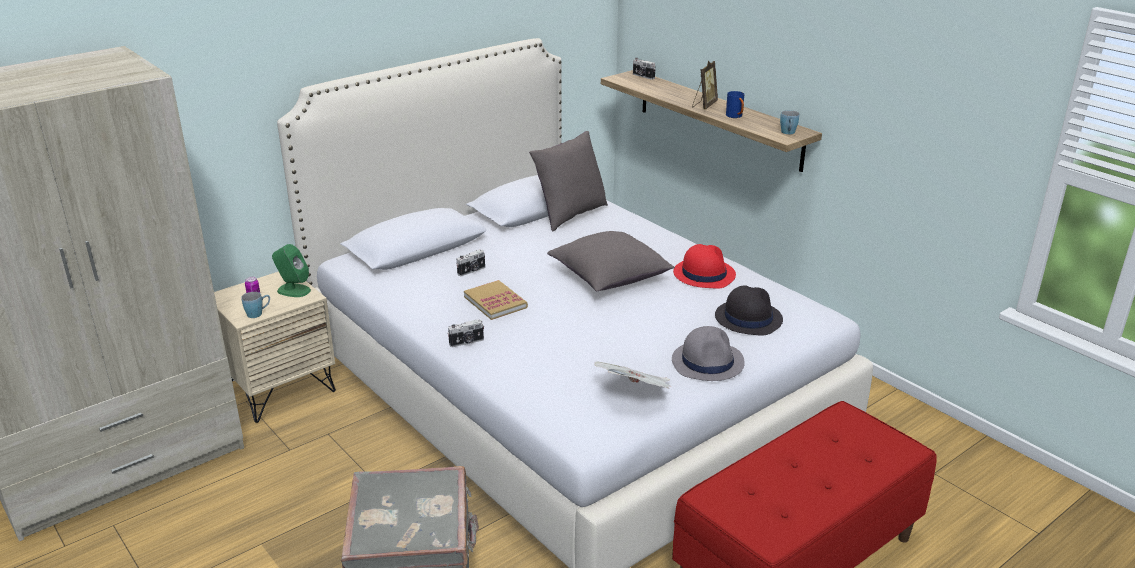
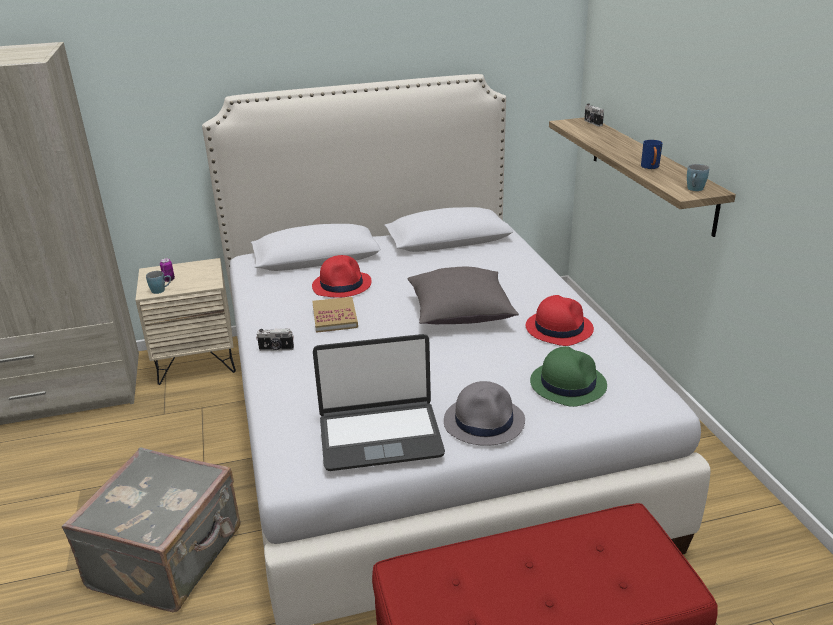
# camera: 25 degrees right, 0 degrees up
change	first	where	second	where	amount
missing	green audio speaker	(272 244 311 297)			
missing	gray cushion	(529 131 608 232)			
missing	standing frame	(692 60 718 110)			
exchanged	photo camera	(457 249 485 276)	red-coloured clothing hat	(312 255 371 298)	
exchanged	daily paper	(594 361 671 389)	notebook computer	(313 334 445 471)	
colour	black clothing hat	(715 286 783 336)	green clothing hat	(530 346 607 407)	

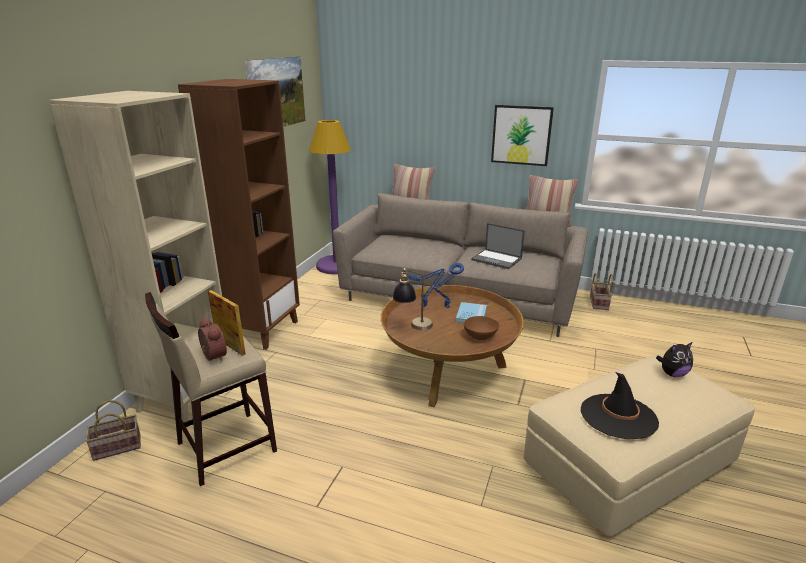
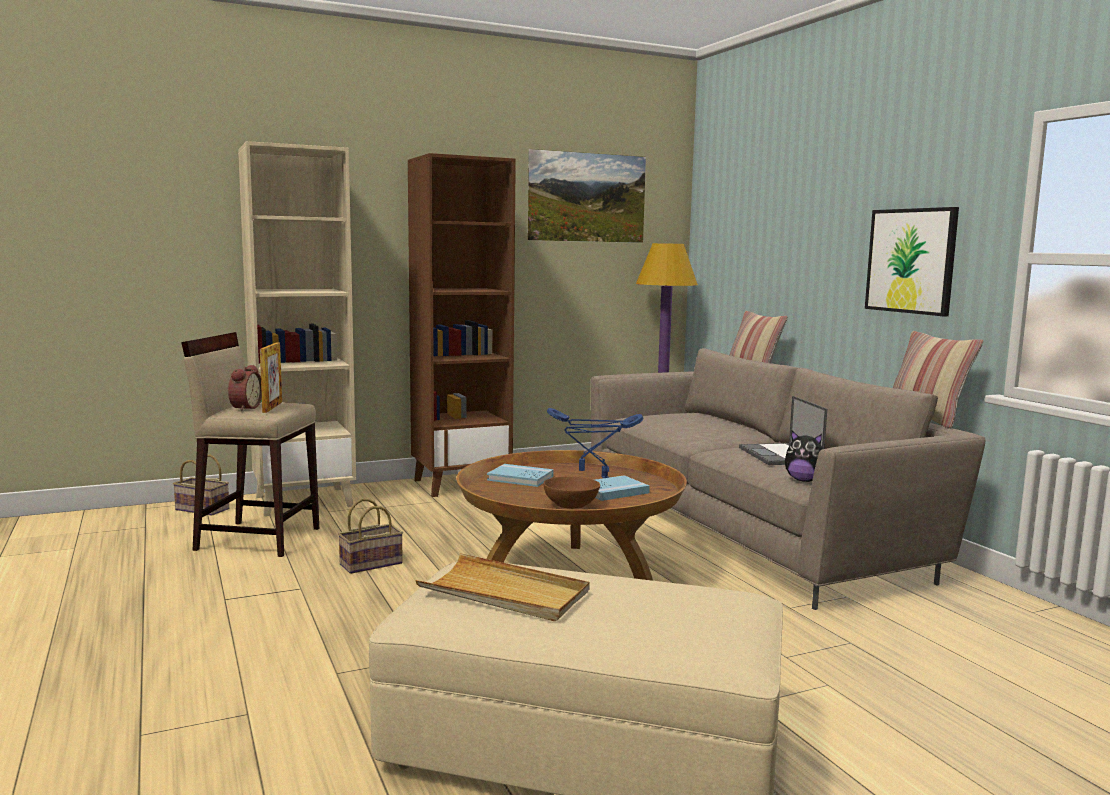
# camera: 45 degrees right, 15 degrees down
change	first	where	second	where	amount
relocated	basket	(590 273 613 310)		(338 499 403 574)	
relocated	plush toy	(656 342 693 377)		(785 431 822 482)	
exchanged	lamp for a table	(393 268 433 330)	blue-coloured volume	(487 464 553 487)	
exchanged	black clothing hat	(581 372 659 439)	beige tray	(415 553 590 621)	

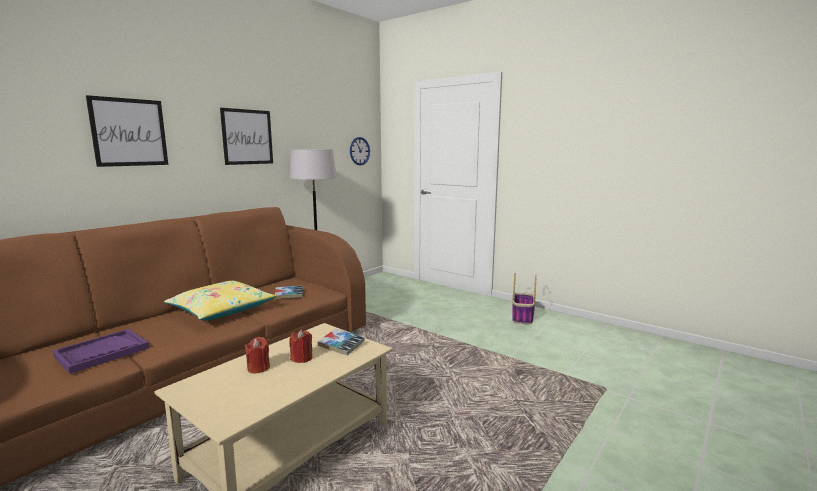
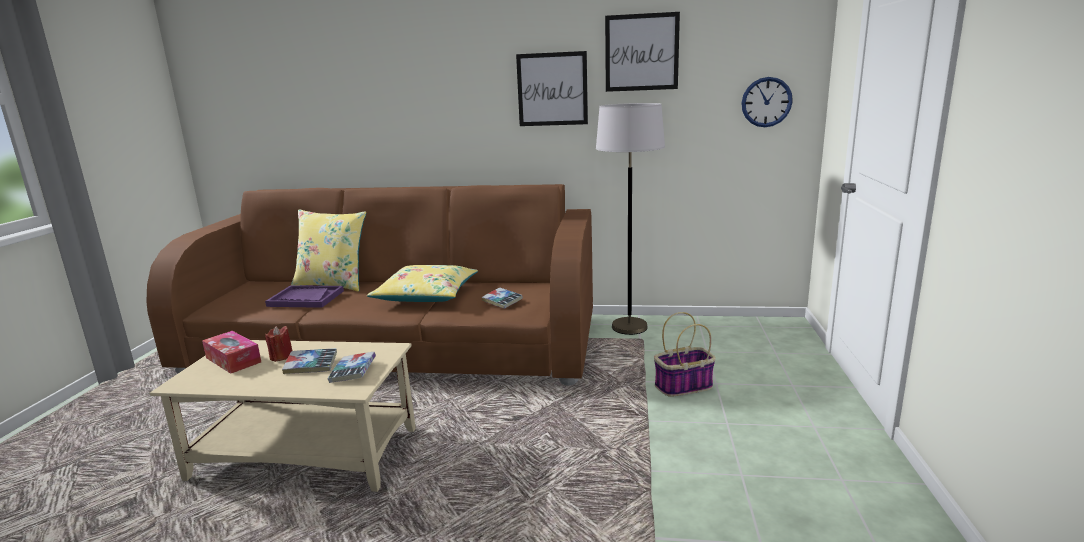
# camera: 60 degrees right, 5 degrees up
change	first	where	second	where	amount
appeared			box of tissues	(202 331 261 374)	
appeared			yellowish cushion	(291 209 366 291)	
relocated	picture	(86 95 168 167)		(605 12 680 92)	
relocated	basket	(512 273 536 324)		(654 312 716 397)	
exchanged	red-coloured wax light	(289 330 312 363)	volume	(282 348 337 374)	

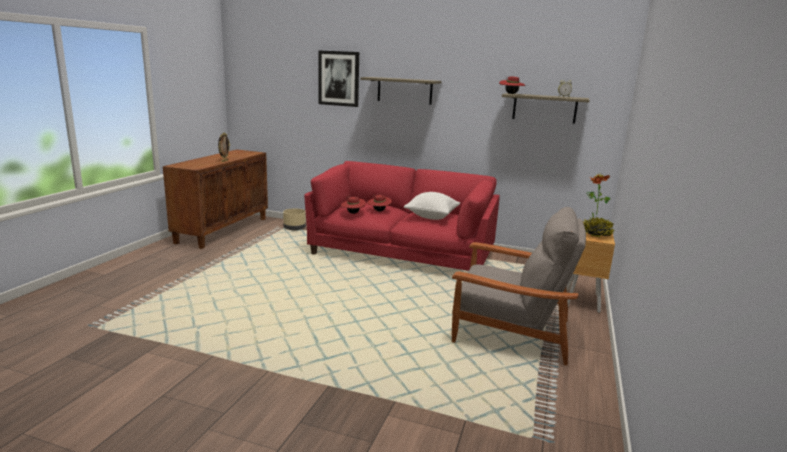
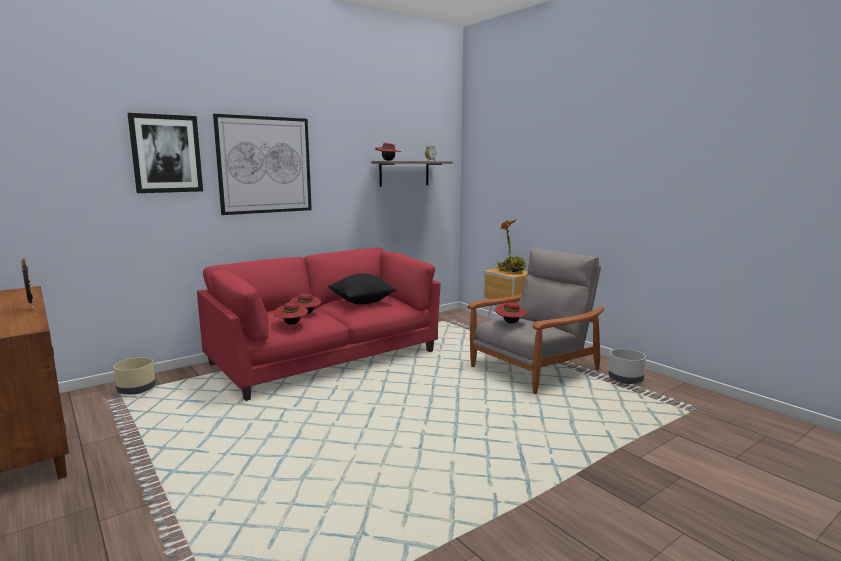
# camera: 55 degrees left, 5 degrees down
change	first	where	second	where	amount
appeared			red-coloured clothing hat	(495 302 527 324)	
appeared			gray planter	(609 349 646 384)	
exchanged	shelf	(360 77 442 105)	picture	(213 114 312 215)	
colour	whitish cushion	(404 192 460 220)	black cushion	(328 273 396 304)	

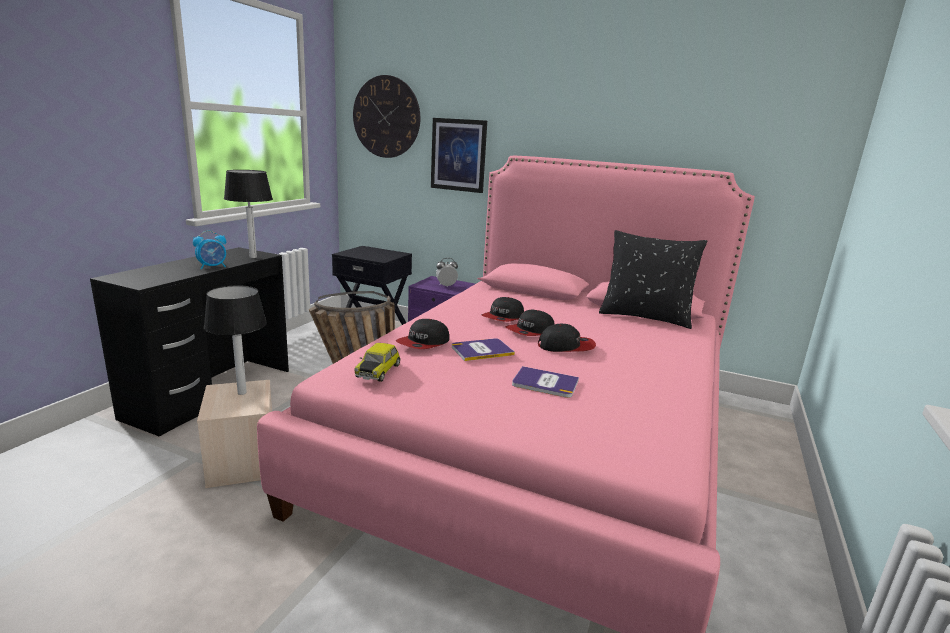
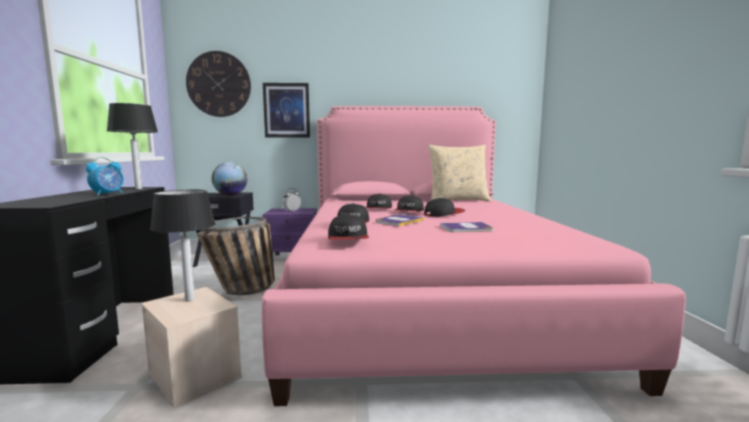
# camera: 25 degrees left, 10 degrees down
change	first	where	second	where	amount
appeared			globe	(212 162 247 196)	
exchanged	toy car	(354 343 401 382)	peaked cap	(328 214 369 240)	
colour	black cushion	(599 230 707 329)	beige cushion	(428 145 491 202)	

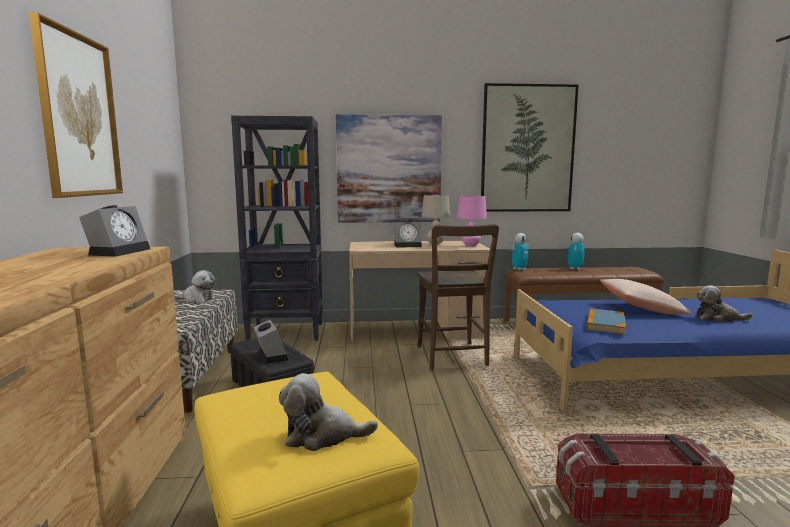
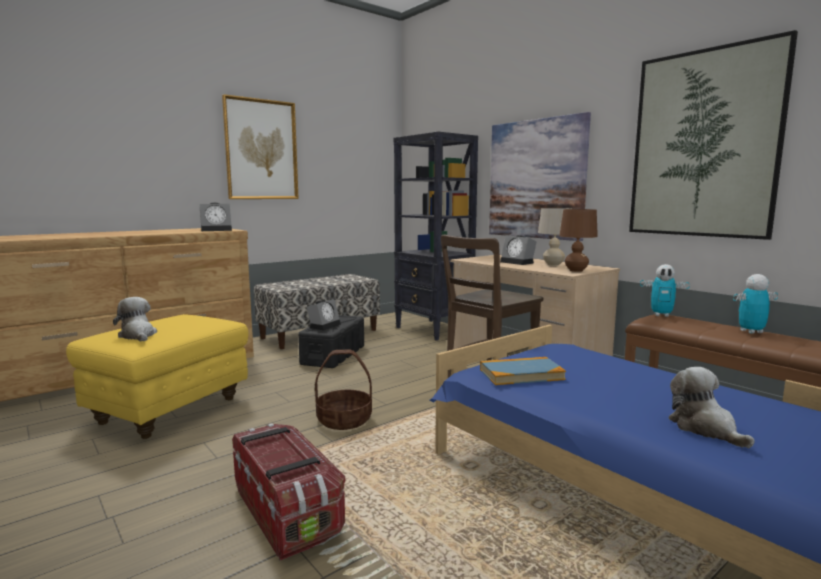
# camera: 55 degrees right, 0 degrees up
change	first	where	second	where	amount
missing	plush toy	(176 270 216 302)			
missing	beige cushion	(600 279 691 314)			
appeared			basket	(315 349 372 430)	
colour	pink lamp for a table	(457 196 487 247)	brown lamp for a table	(559 209 598 272)	

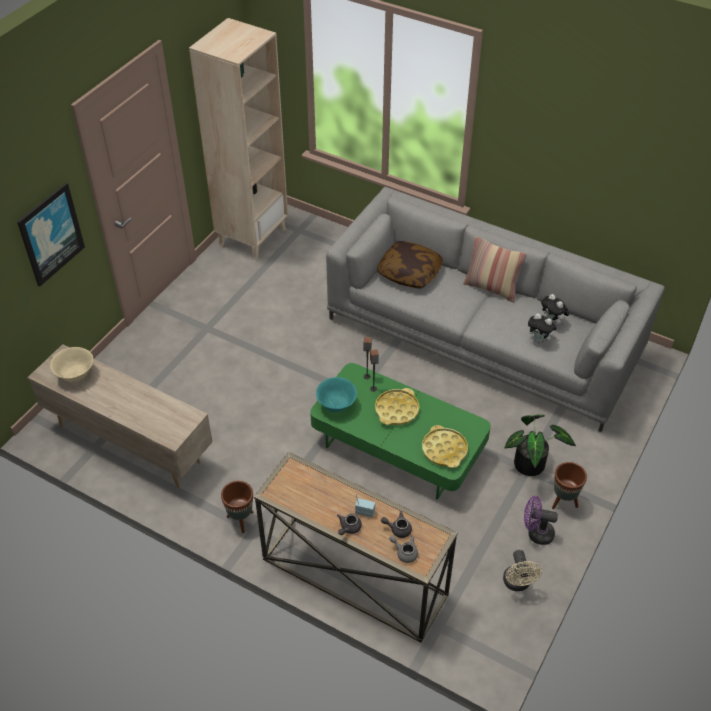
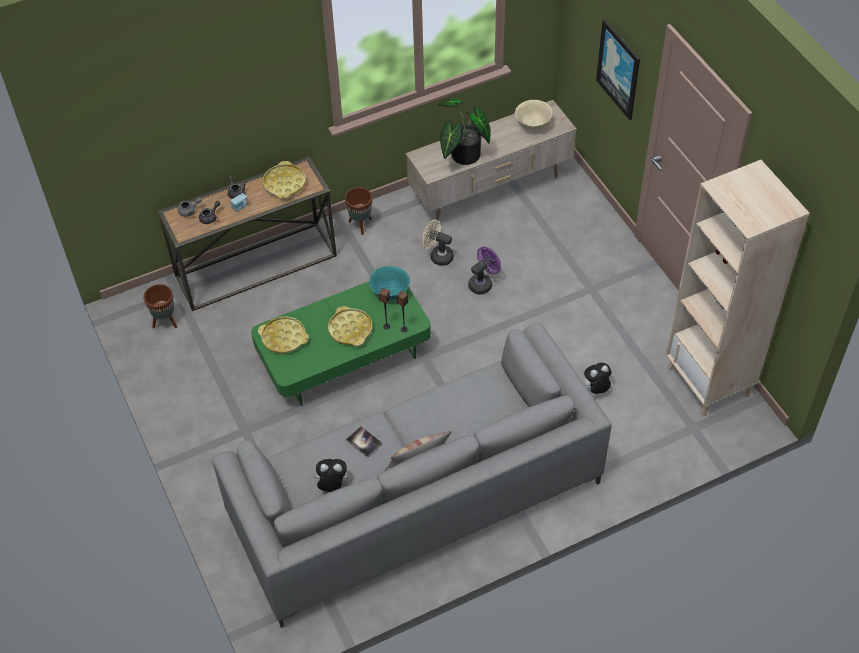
# camera: 125 degrees right, 5 degrees up
change	first	where	second	where	amount
missing	cushion	(377 241 443 288)			
appeared			yellowish tray	(263 161 306 199)	
appeared			volume	(346 426 382 458)	
relocated	beige fan	(503 550 542 591)		(422 219 454 266)	
relocated	plant in a pot	(504 415 576 476)		(438 99 491 165)	
relocated	purple-coloured fan	(524 496 558 545)		(468 247 501 294)	
relocated	plush toy	(528 313 557 343)		(584 363 611 394)	
relocated	brown planter	(552 462 587 509)		(143 284 177 328)	

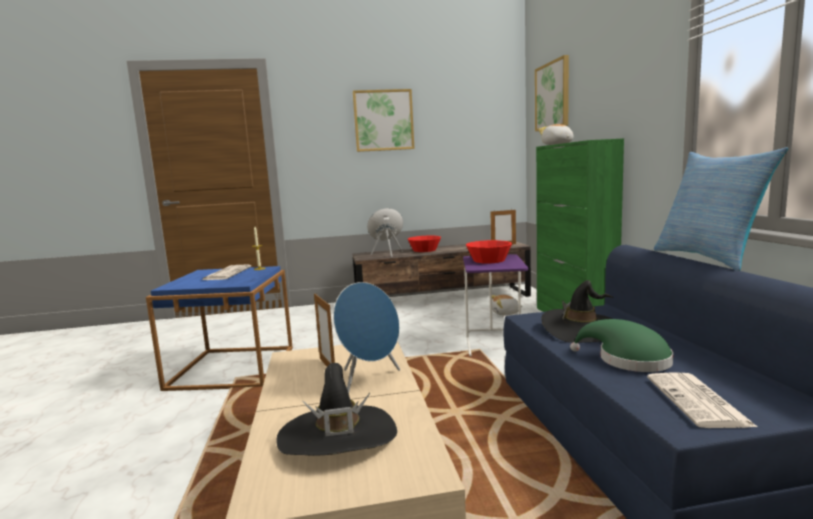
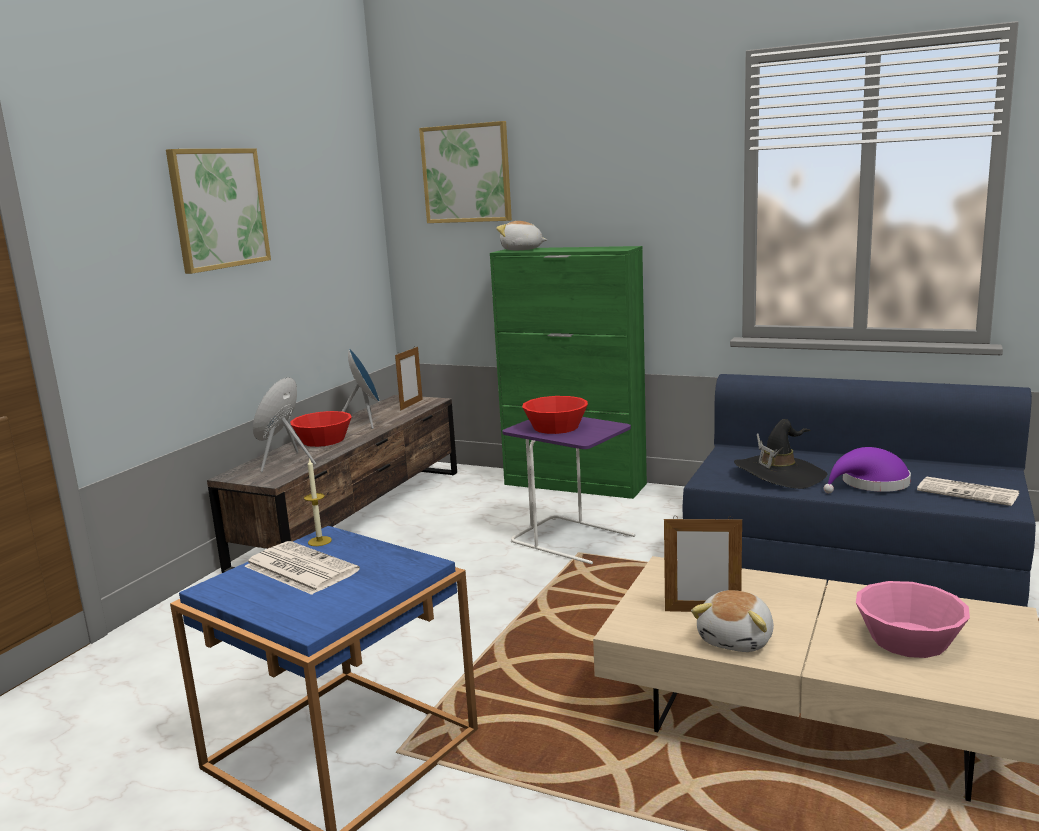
# camera: 55 degrees left, 5 degrees up
change	first	where	second	where	amount
missing	cushion	(654 147 788 271)			
relocated	blue-coloured audio speaker	(333 282 400 393)		(342 348 379 429)	
relocated	plush toy	(492 295 523 315)		(691 590 774 652)	
exchanged	black clothing hat	(276 363 397 456)	pink bowl	(856 581 970 658)	
colour	green clothing hat	(570 319 673 372)	purple-coloured clothing hat	(824 447 911 493)	

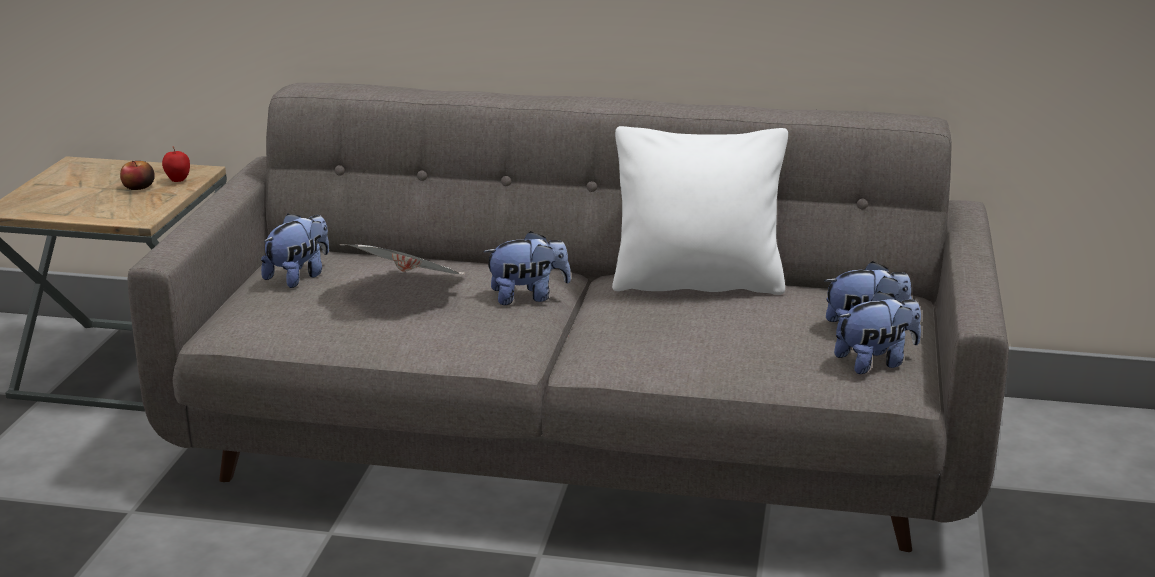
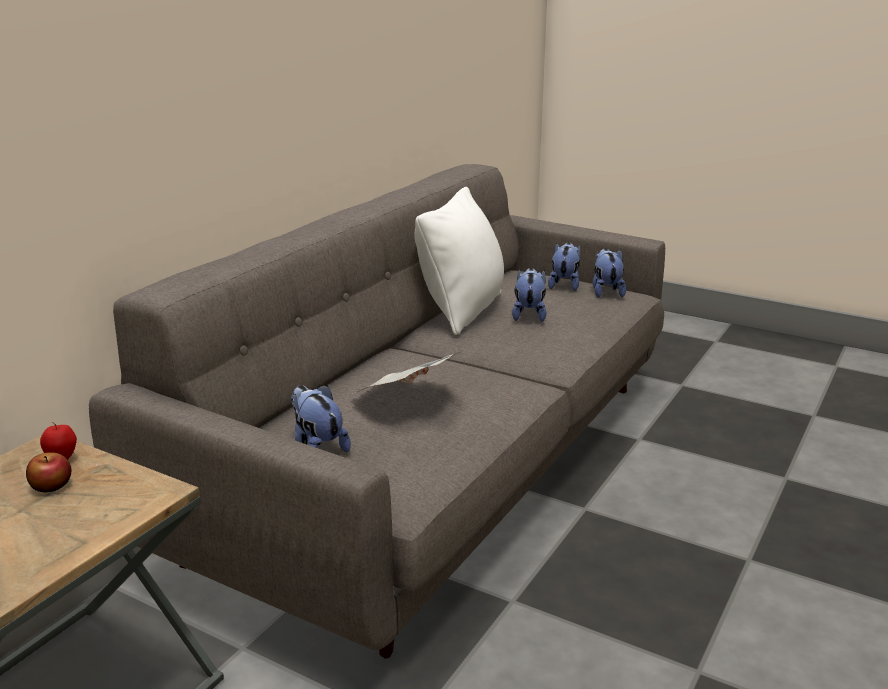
# camera: 70 degrees left, 0 degrees up
change	first	where	second	where	amount
relocated	plush toy	(483 231 571 305)		(512 268 546 322)	

